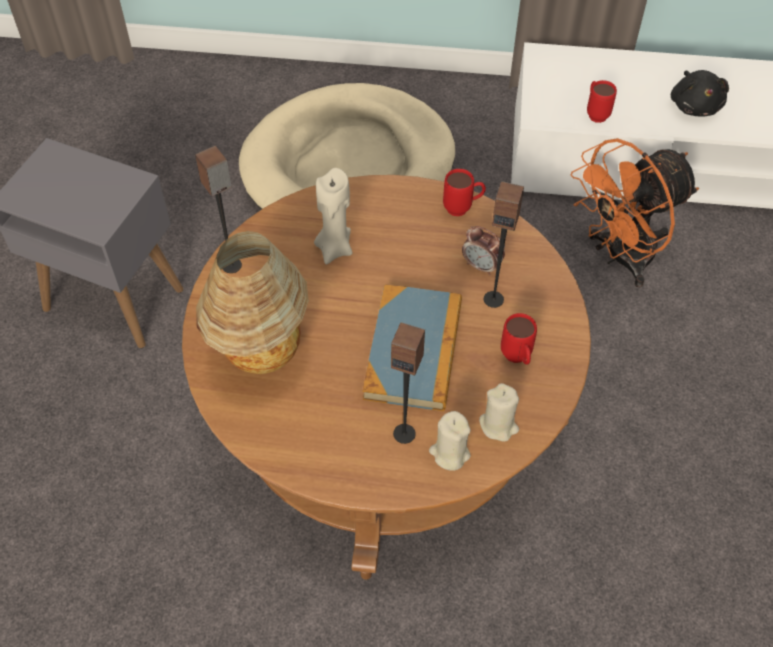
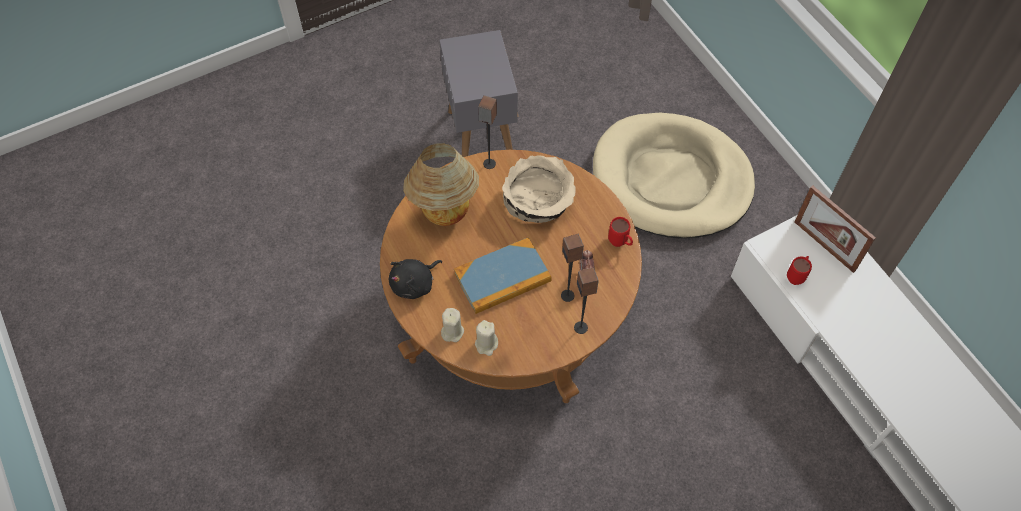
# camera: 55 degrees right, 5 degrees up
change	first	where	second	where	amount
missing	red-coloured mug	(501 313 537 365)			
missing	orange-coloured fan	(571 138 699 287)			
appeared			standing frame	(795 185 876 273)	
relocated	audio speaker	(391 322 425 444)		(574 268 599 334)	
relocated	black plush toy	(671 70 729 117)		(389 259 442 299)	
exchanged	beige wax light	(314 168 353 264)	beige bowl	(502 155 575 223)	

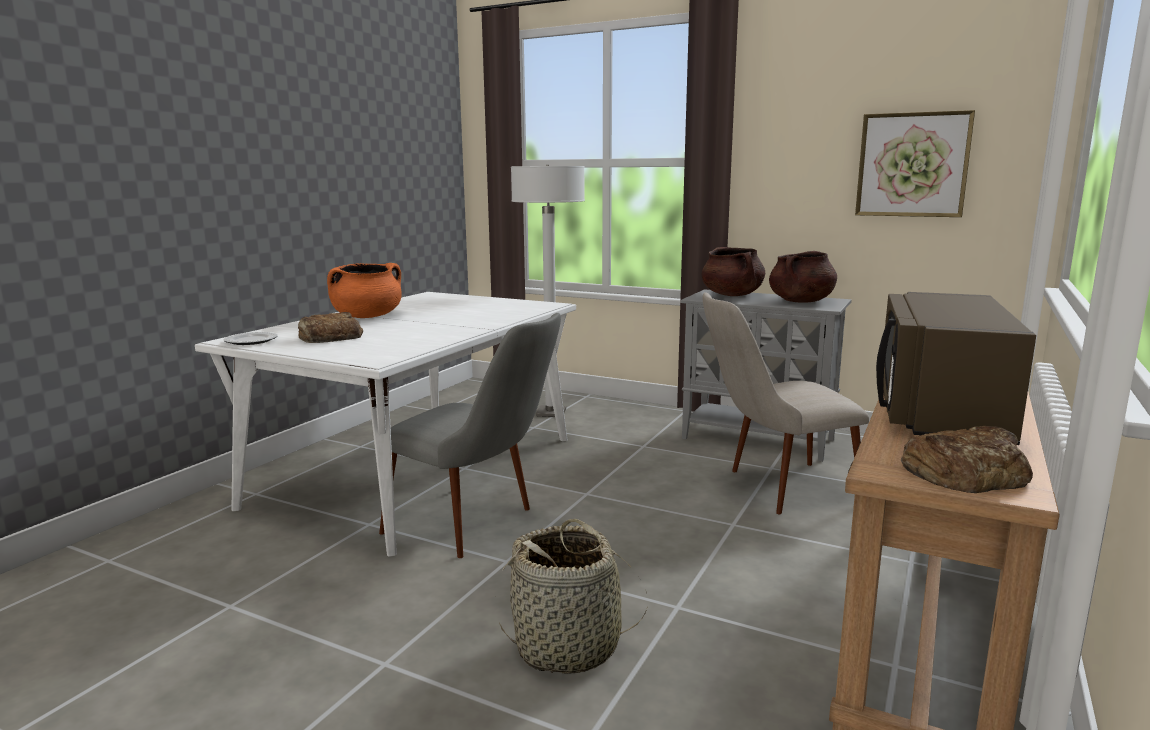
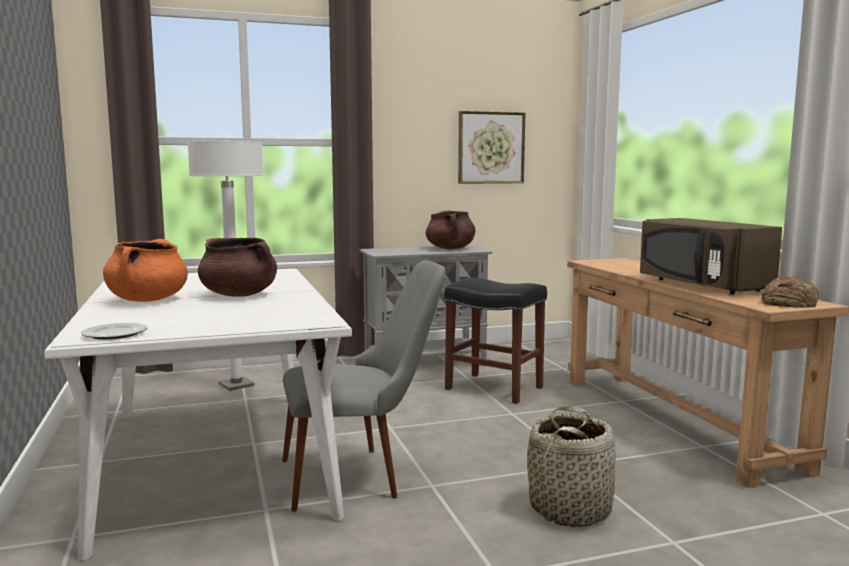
# camera: 45 degrees left, 5 degrees down
change	first	where	second	where	amount
missing	bread	(298 312 363 343)			
relocated	brown stockpot	(702 247 765 296)		(198 238 277 297)	
exchanged	beige upright chair	(703 292 869 514)	black sitting stool	(444 278 547 404)	

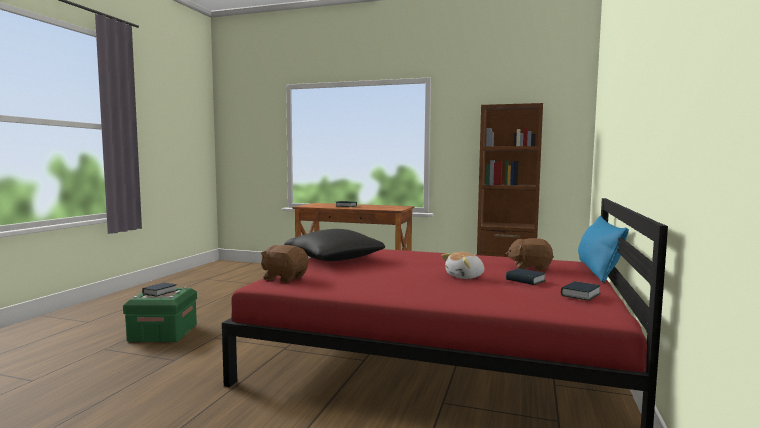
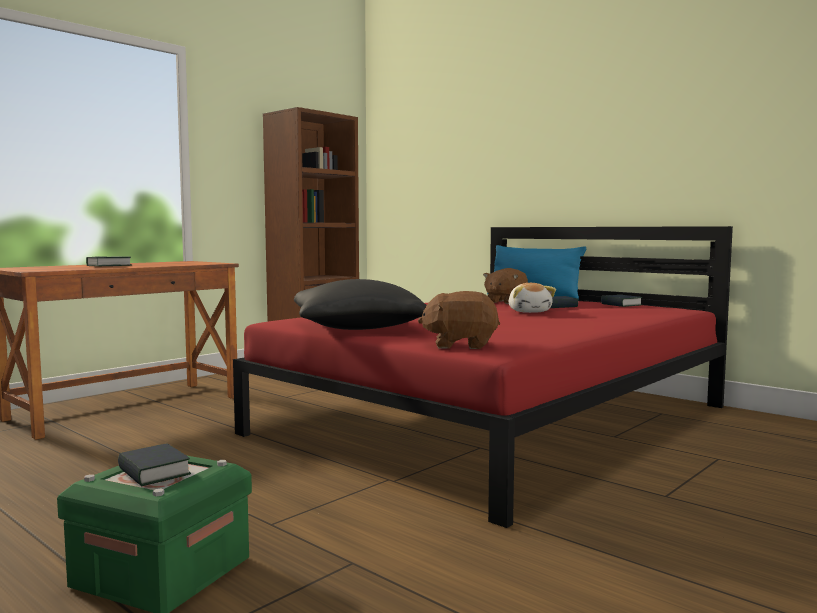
# camera: 65 degrees left, 0 degrees up
change	first	where	second	where	amount
spun	brown plush toy	(261 245 308 283)		(418 291 500 349)	45 degrees clockwise

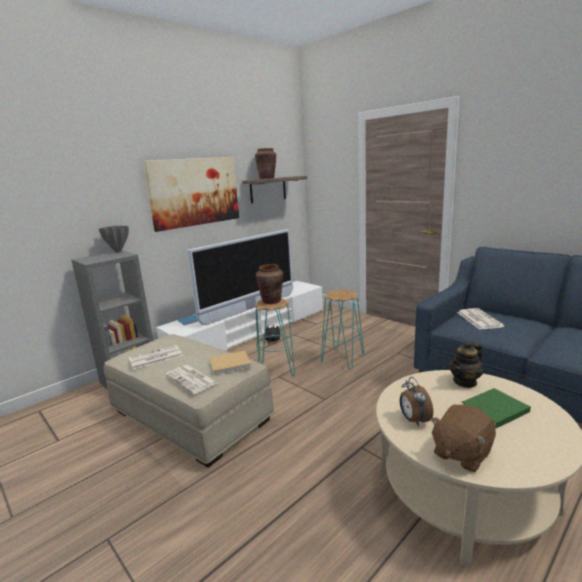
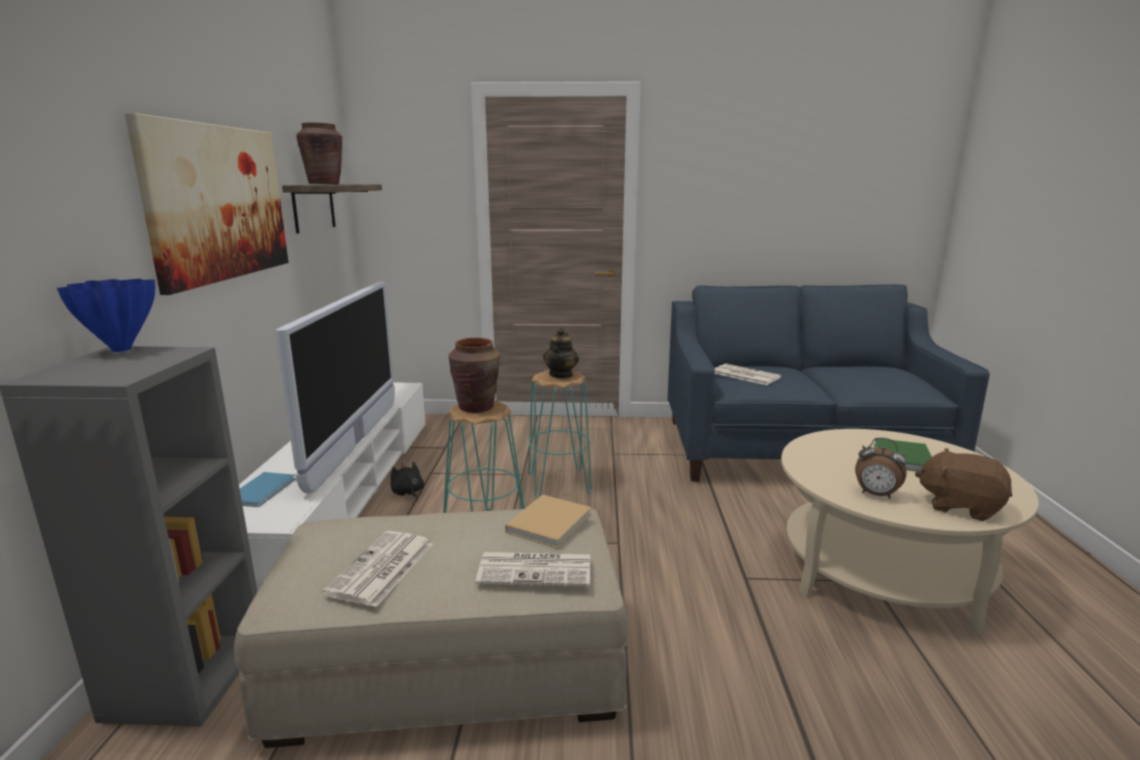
# camera: 45 degrees left, 0 degrees up
change	first	where	second	where	amount
relocated	teapot	(449 341 483 388)		(543 328 579 378)	
colour	gray vase	(99 226 129 253)	blue-coloured vase	(57 279 155 352)	
spun	brown plush toy	(430 405 496 472)		(915 448 1012 521)	120 degrees clockwise

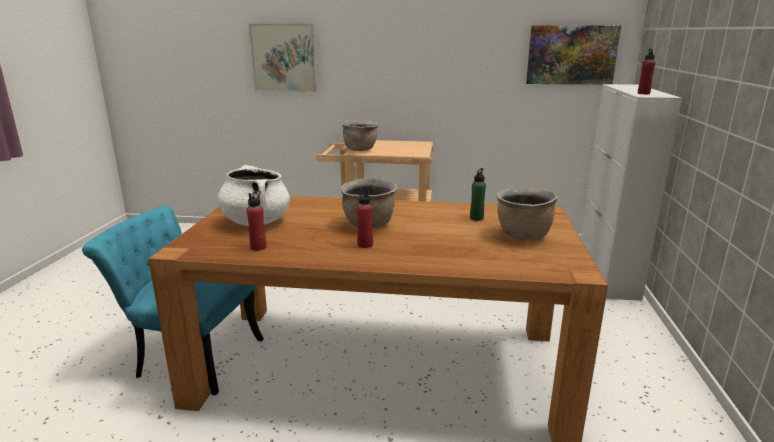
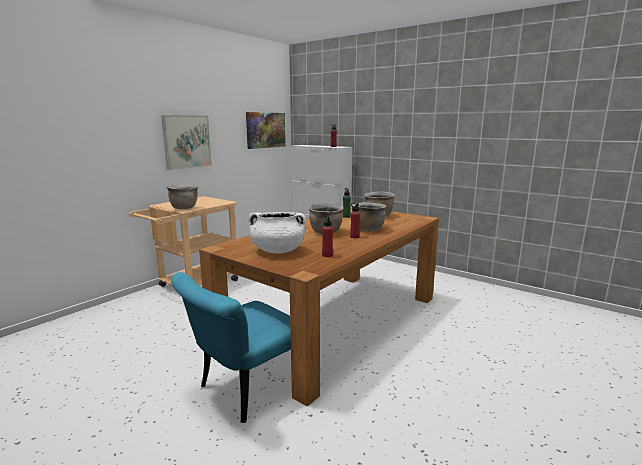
# camera: 60 degrees left, 5 degrees down
change	first	where	second	where	amount
appeared			brown stockpot	(351 202 387 232)	
relocated	picture	(249 24 317 92)		(161 115 212 170)	

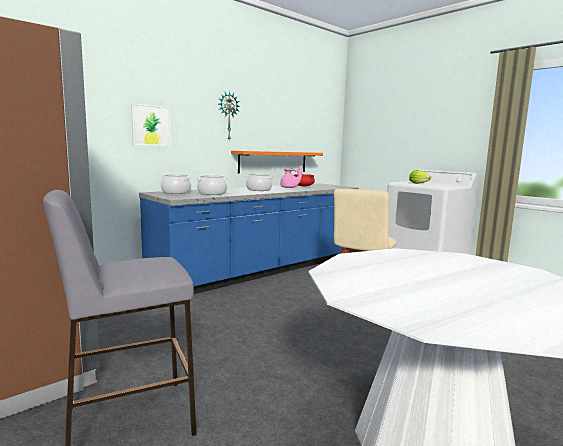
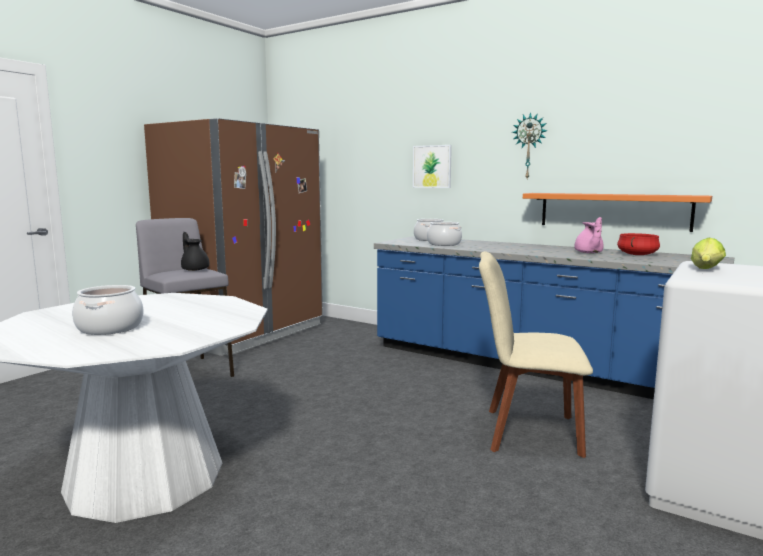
# camera: 75 degrees right, 0 degrees up
change	first	where	second	where	amount
appeared			black teapot	(181 232 209 271)	
relocated	stockpot	(246 173 273 191)		(72 285 144 335)	

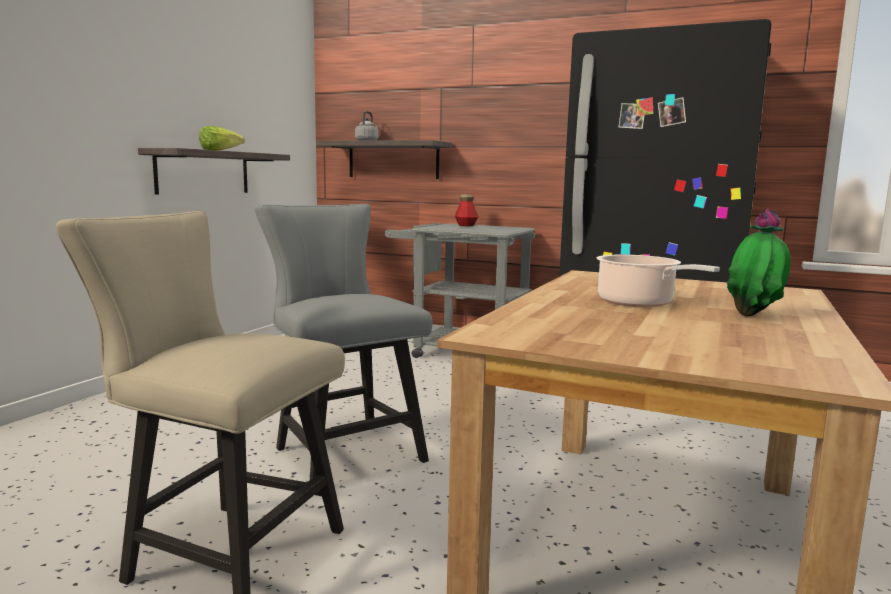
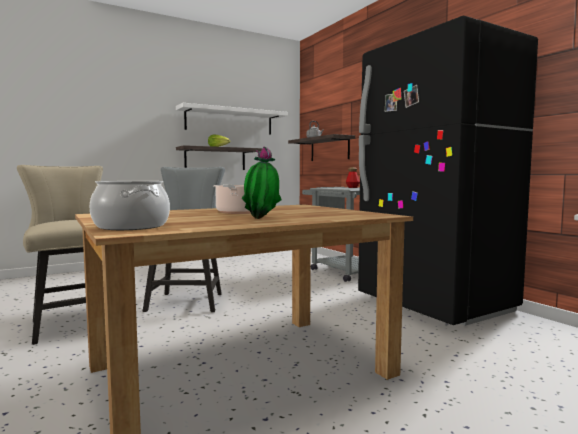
# camera: 35 degrees right, 5 degrees down
change	first	where	second	where	amount
appeared			stockpot	(90 181 170 230)	
appeared			whitish shelf	(176 103 288 135)	

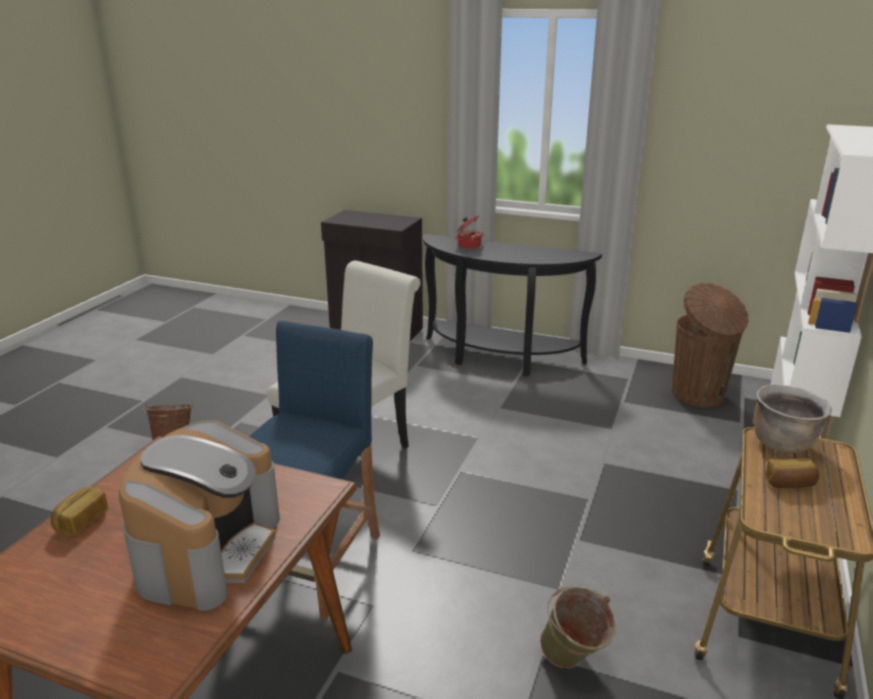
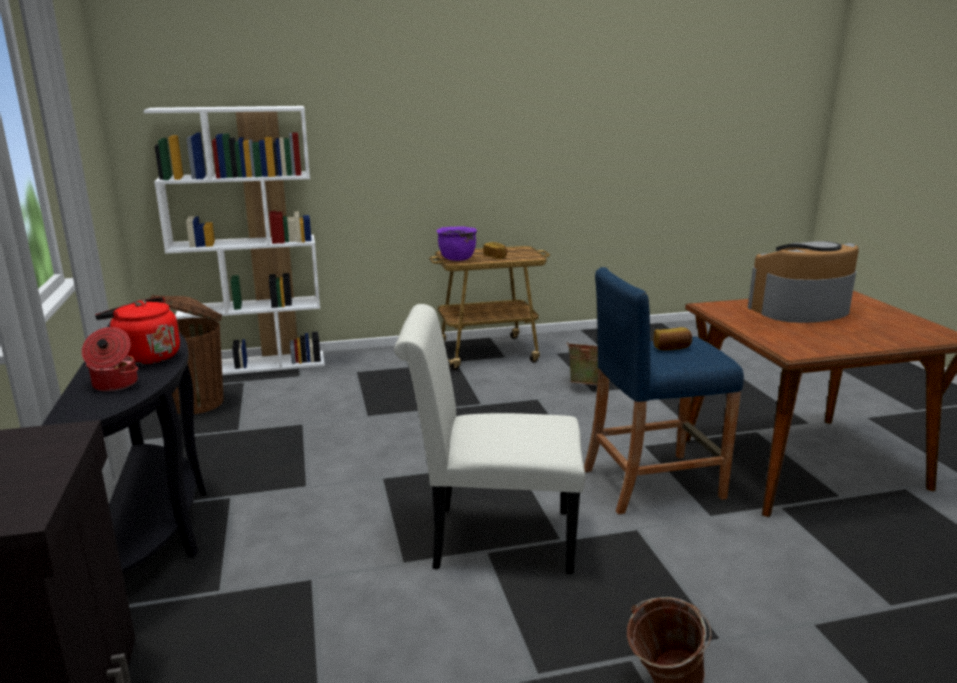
# camera: 125 degrees left, 5 degrees down
change	first	where	second	where	amount
appeared			red-coloured kettle	(95 297 180 365)	
relocated	bread	(51 487 108 536)		(654 327 692 350)	
colour	brown stockpot	(754 384 832 453)	purple-coloured stockpot	(437 226 477 261)	

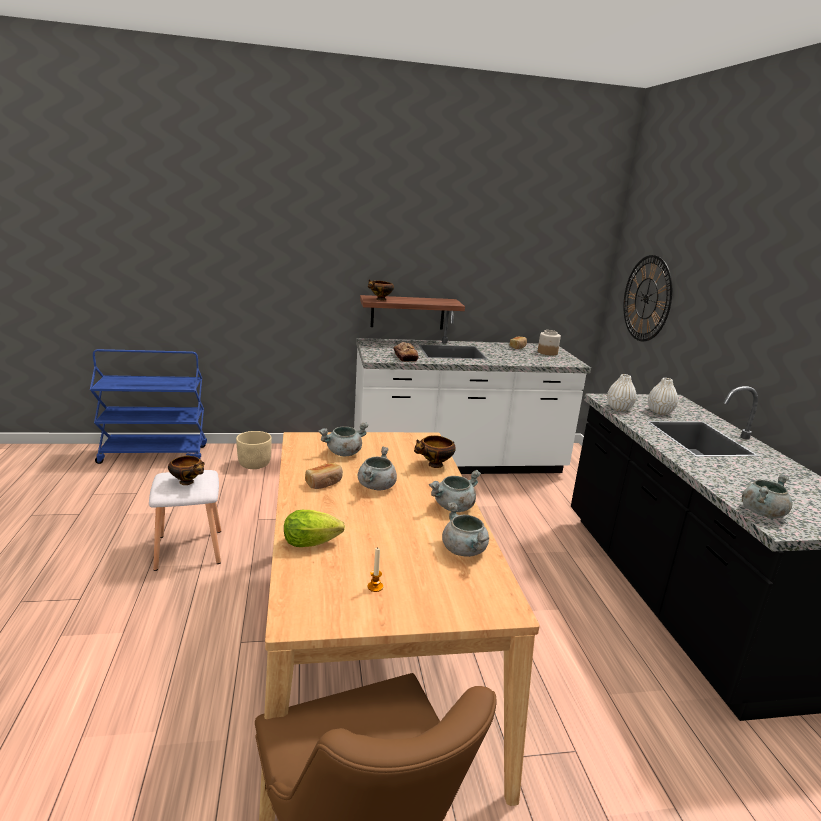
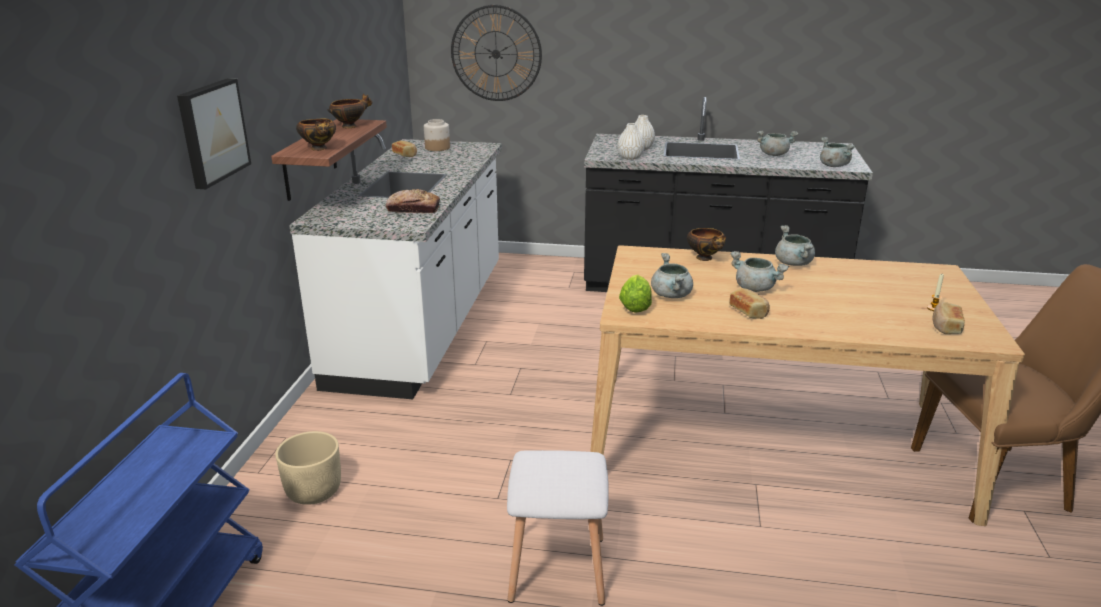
# camera: 70 degrees left, 5 degrees up
change	first	where	second	where	amount
appeared			picture	(177 78 251 189)	
appeared			bread	(932 302 965 334)	
relocated	bowl	(168 456 205 485)		(327 94 372 128)	
relocated	lettuce head	(284 510 345 547)		(619 275 652 313)	
relocated	gray stockpot	(442 502 489 557)		(757 131 798 156)	

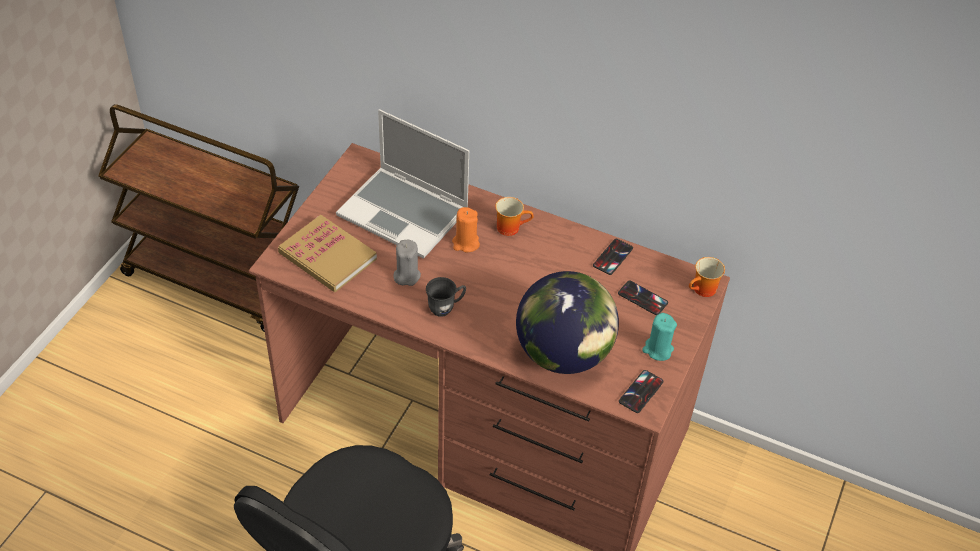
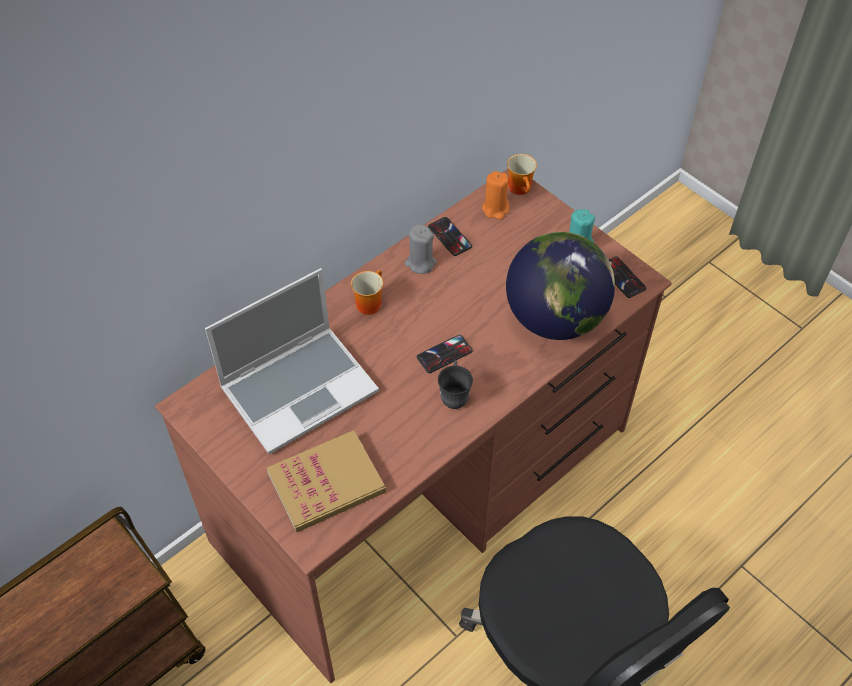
# camera: 65 degrees left, 5 degrees up
change	first	where	second	where	amount
relocated	gray wax light	(393 240 421 286)		(404 224 437 274)	
relocated	orange-coloured wax light	(452 207 480 252)		(482 171 510 220)	
relocated	handset	(618 280 668 315)		(417 335 473 373)	

